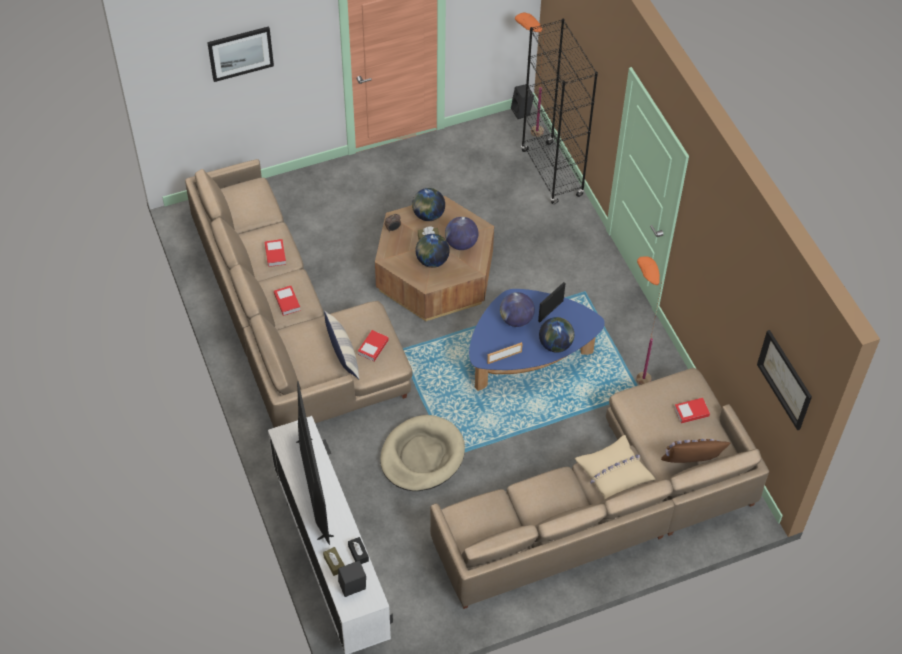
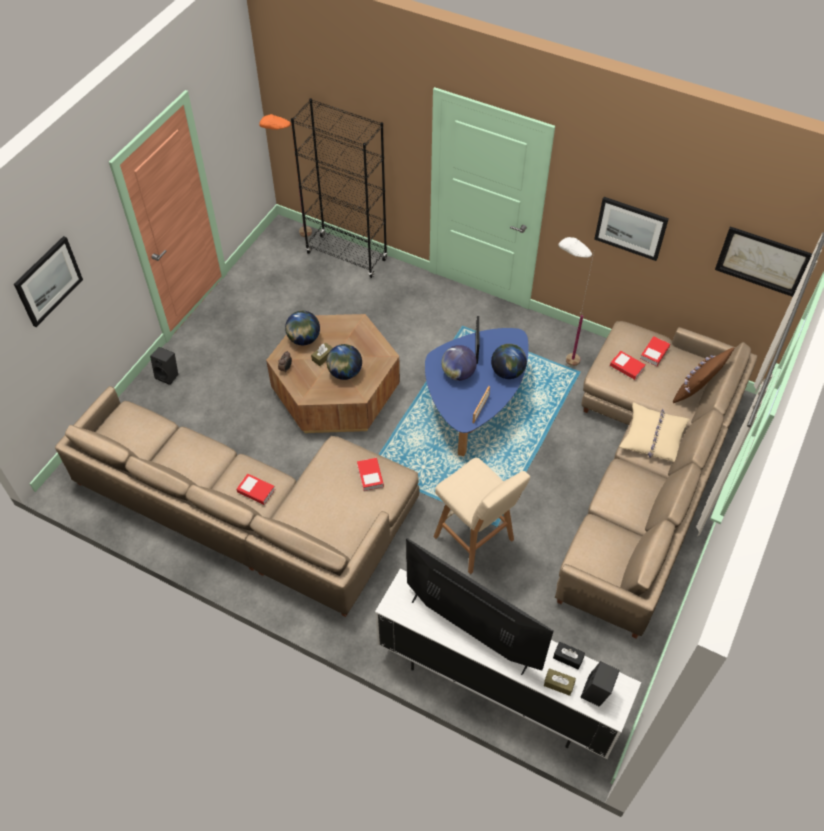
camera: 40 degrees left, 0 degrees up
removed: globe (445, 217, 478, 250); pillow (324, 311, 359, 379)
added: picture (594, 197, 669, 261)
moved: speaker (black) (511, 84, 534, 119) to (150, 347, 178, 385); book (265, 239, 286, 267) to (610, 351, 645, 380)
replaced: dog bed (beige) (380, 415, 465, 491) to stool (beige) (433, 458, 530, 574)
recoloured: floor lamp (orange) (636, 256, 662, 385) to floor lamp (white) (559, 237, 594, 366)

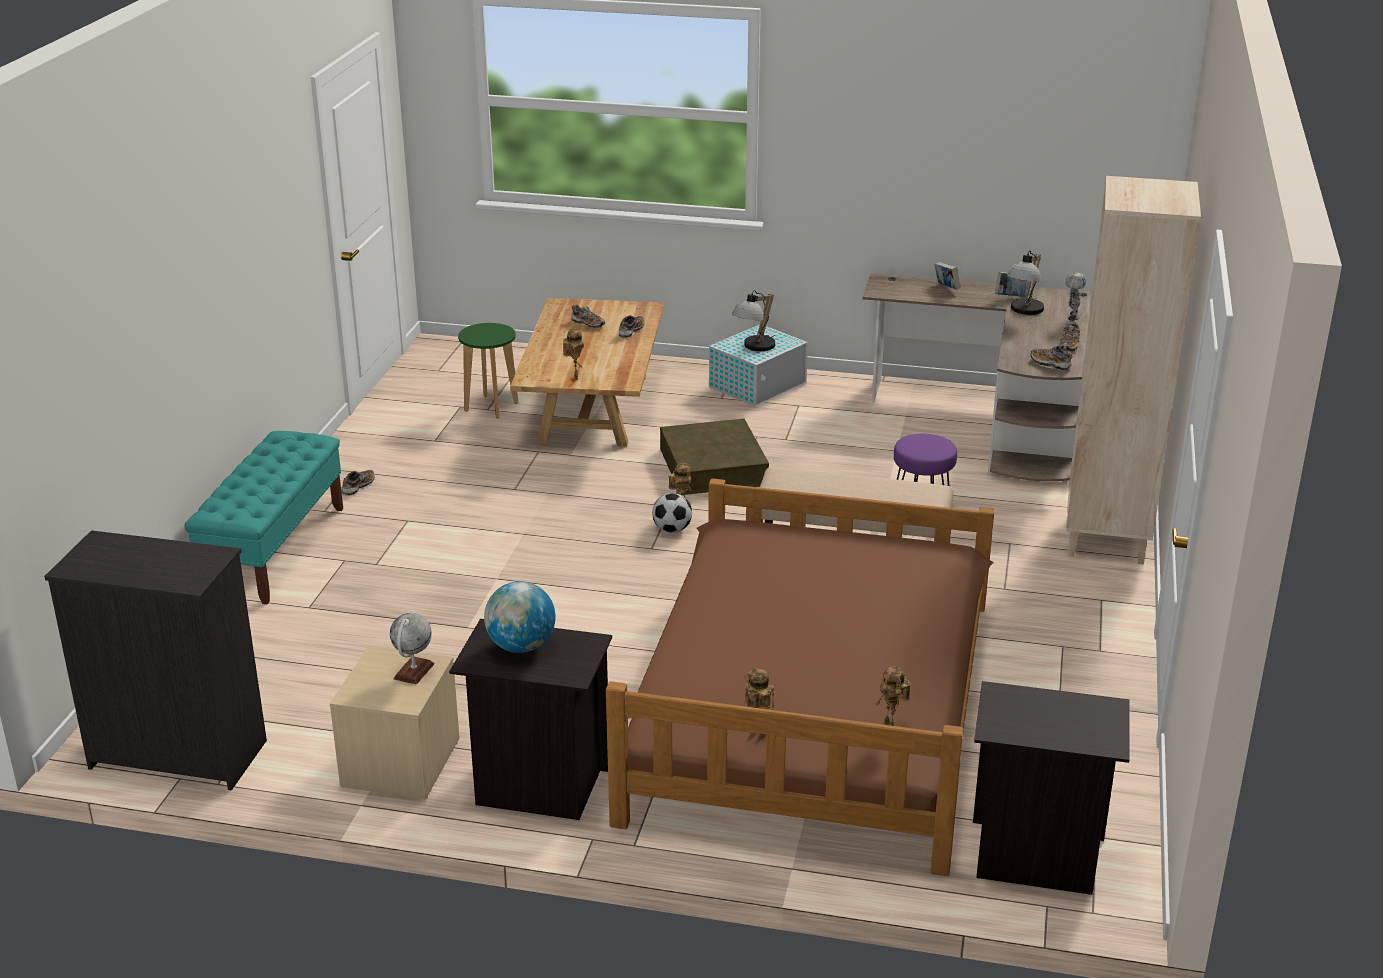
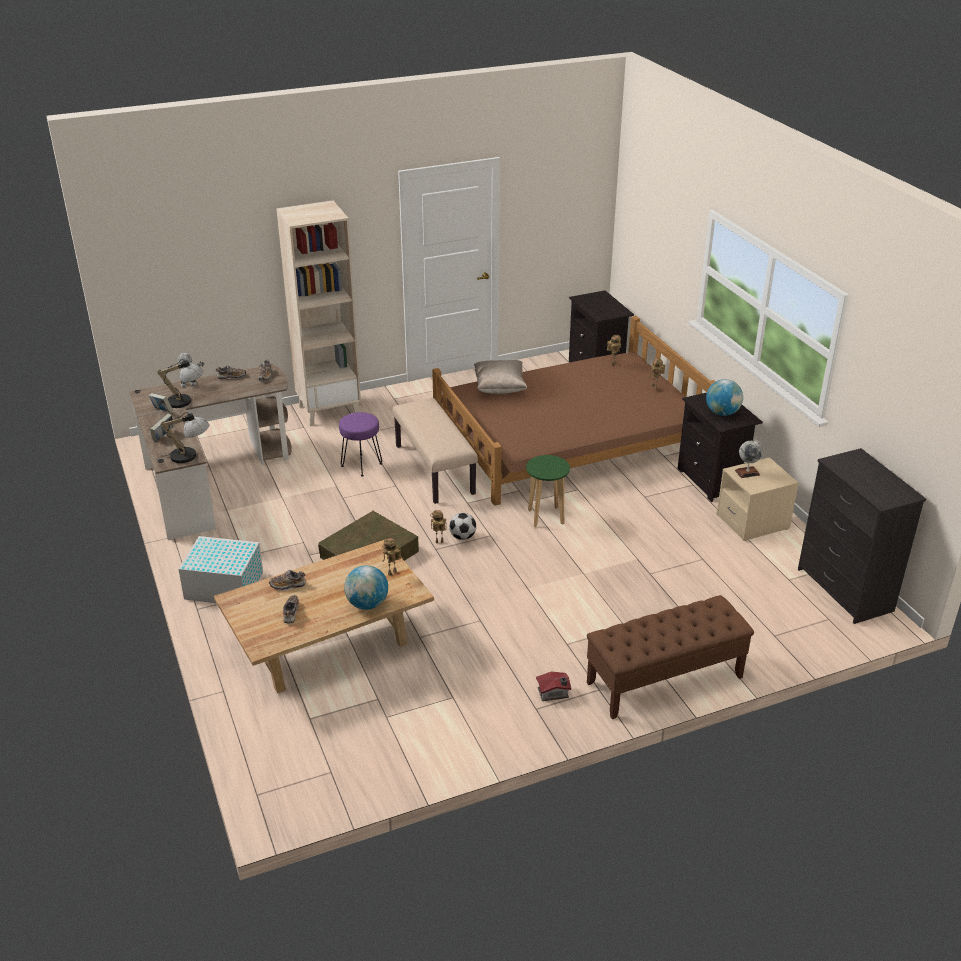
camera: 125 degrees left, 5 degrees up
added: pillow (beige) (474, 360, 527, 394); globe (344, 565, 388, 610)
moved: table lamp (732, 290, 775, 351) to (160, 412, 209, 463); stool (green) (458, 323, 518, 419) to (526, 455, 570, 527)
replaced: shoe (342, 470, 375, 496) to toy house (536, 672, 571, 701)
recoloured: bench (turquoise) (184, 431, 343, 604) to bench (brown) (587, 595, 754, 719)

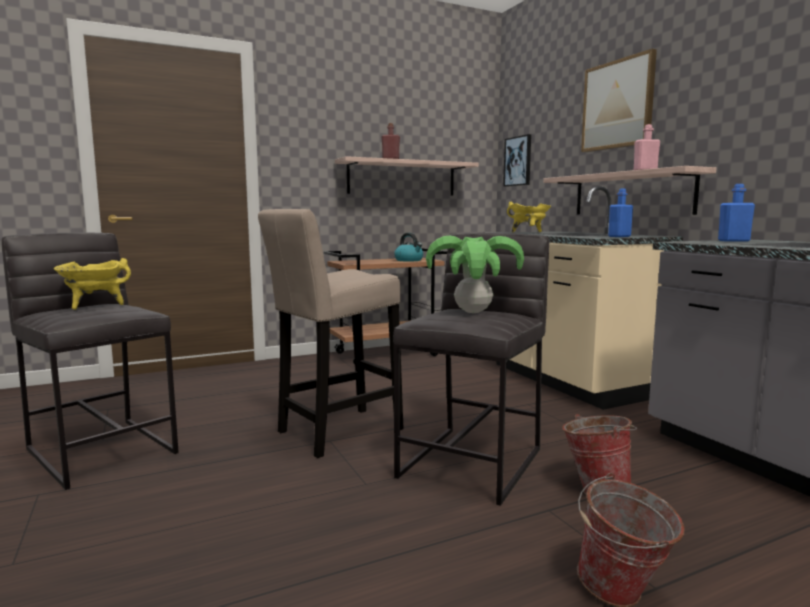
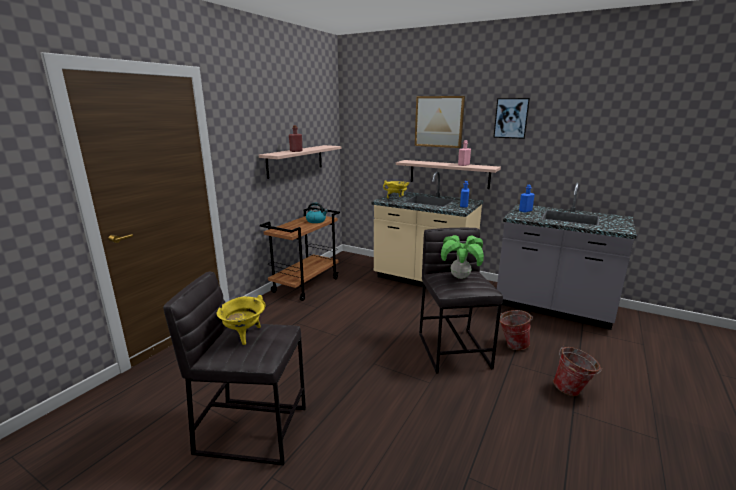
camera: 35 degrees left, 10 degrees up
removed: stool (beige) (258, 209, 404, 458)
moved: picture (503, 134, 531, 187) to (493, 98, 530, 139)

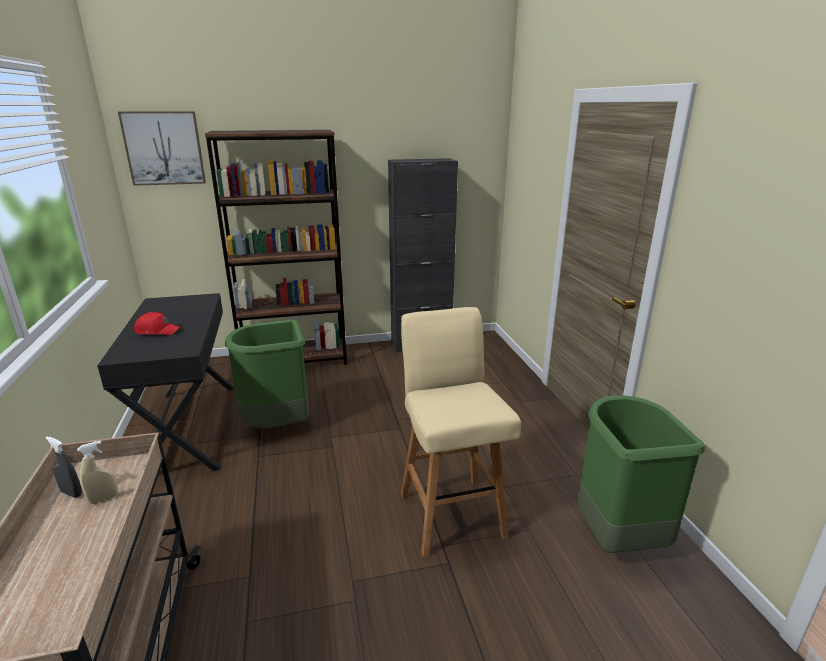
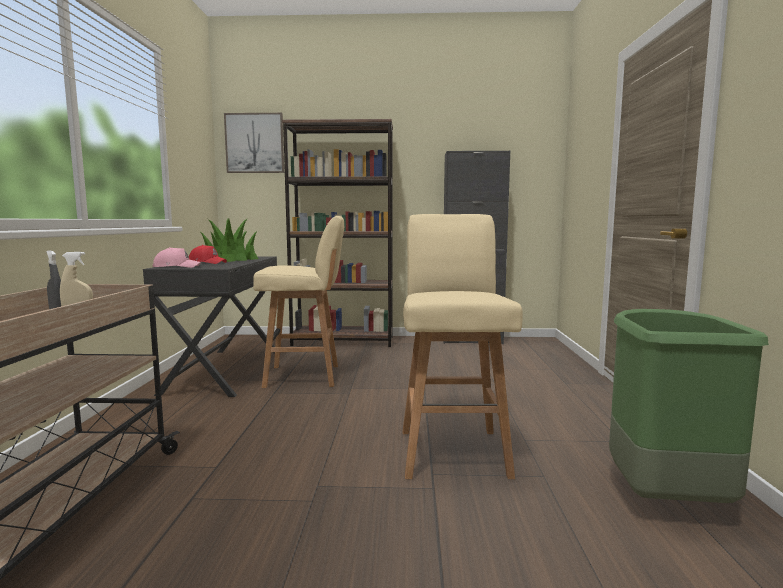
camera: 15 degrees right, 15 degrees down
added: potted plant (200, 219, 259, 262); cap (pink) (152, 247, 201, 268)
replaced: trash can (green) (225, 320, 309, 428) to stool (beige) (253, 216, 344, 388)

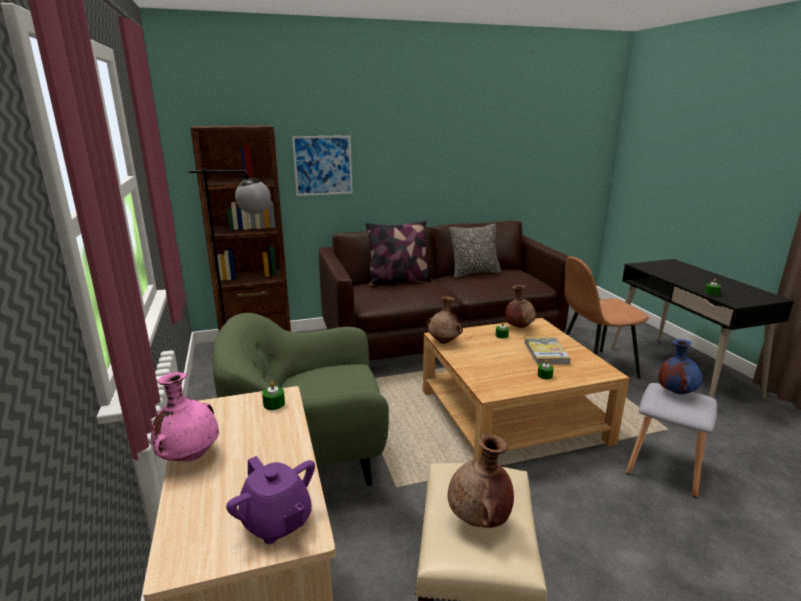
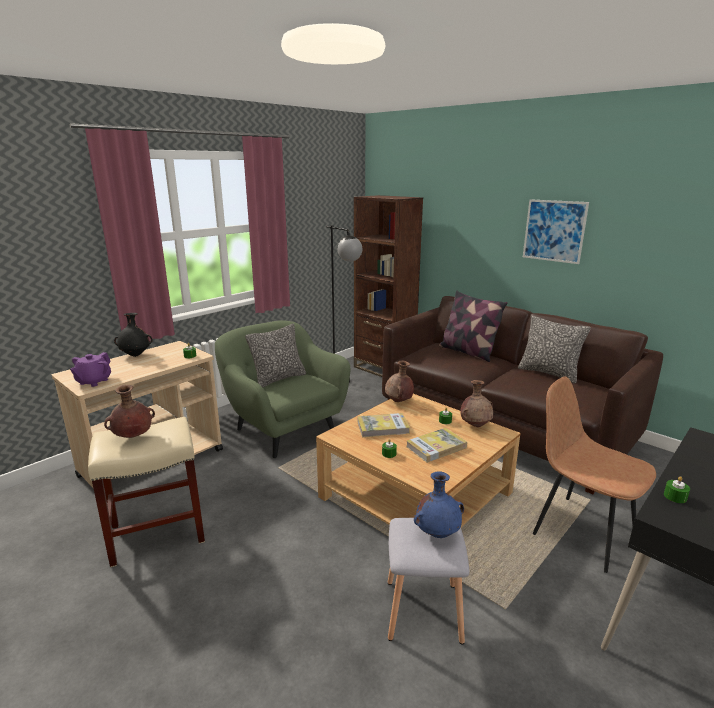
camera: 60 degrees right, 0 degrees up
added: pillow (245, 324, 306, 387); book (357, 413, 410, 437)
moved: picture (292, 135, 352, 196) to (523, 199, 589, 264)
recoloured: vase (pink) (151, 372, 219, 461) to vase (black) (114, 313, 153, 357)

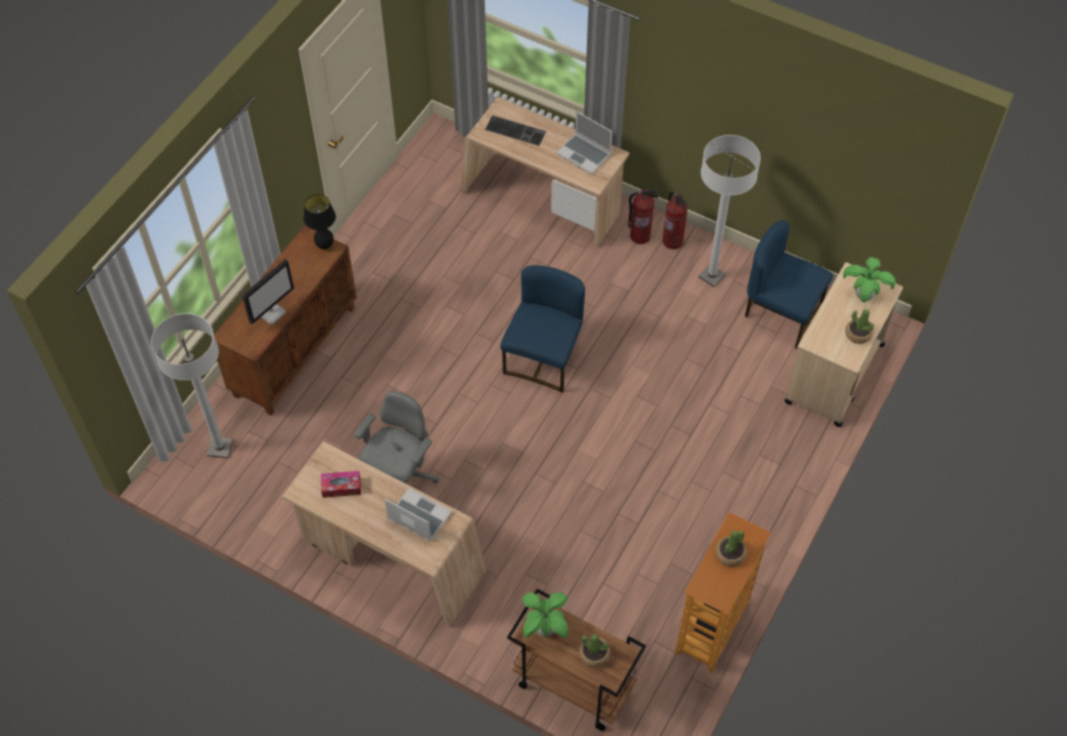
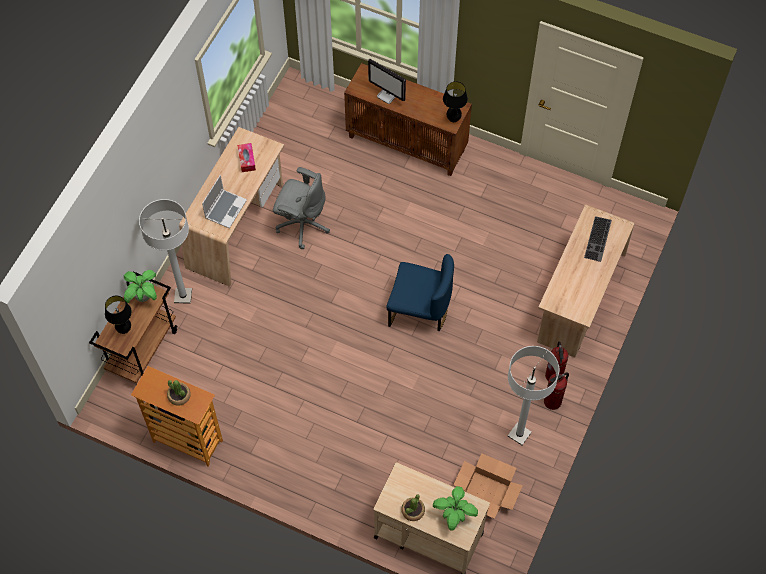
camera: 85 degrees right, 5 degrees up
removed: laptop (556, 111, 612, 174)
moved: floor lamp (white) (151, 313, 233, 458) to (139, 199, 192, 304)
replaced: chair (blue) (745, 220, 833, 349) to cardboard box (454, 453, 523, 519); potted plant (579, 634, 610, 668) to table lamp (black) (105, 296, 132, 334)

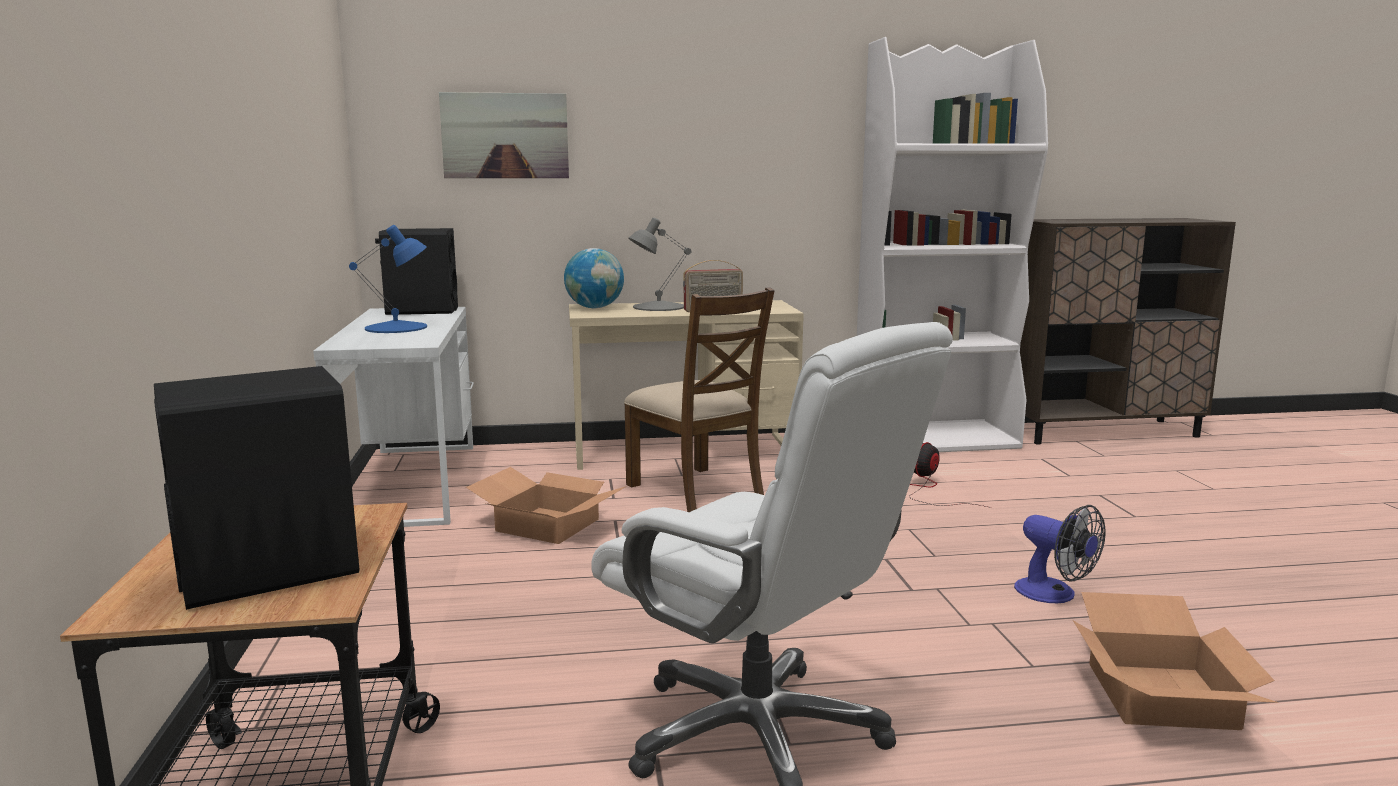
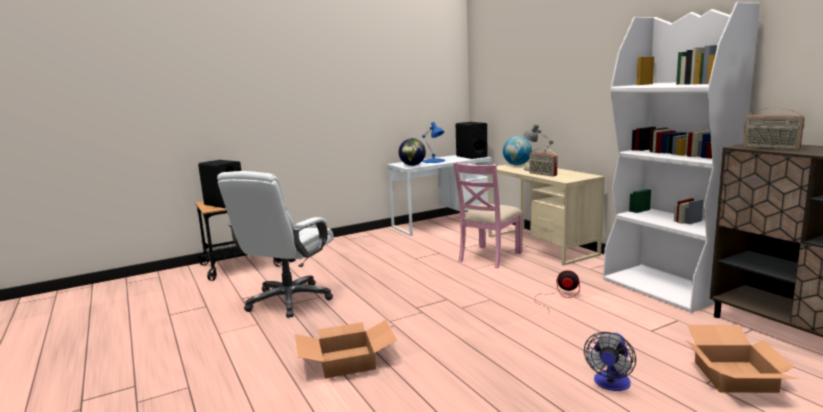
camera: 70 degrees right, 0 degrees up
removed: picture (439, 92, 569, 178)
added: radio (743, 107, 805, 150); globe (399, 138, 426, 166)
moved: cardboard box (466, 467, 627, 544) to (686, 325, 799, 393); fan (1014, 505, 1106, 603) to (584, 332, 636, 391)
recoloured: chair (brown) (624, 287, 775, 512) to chair (pink) (453, 162, 522, 269)

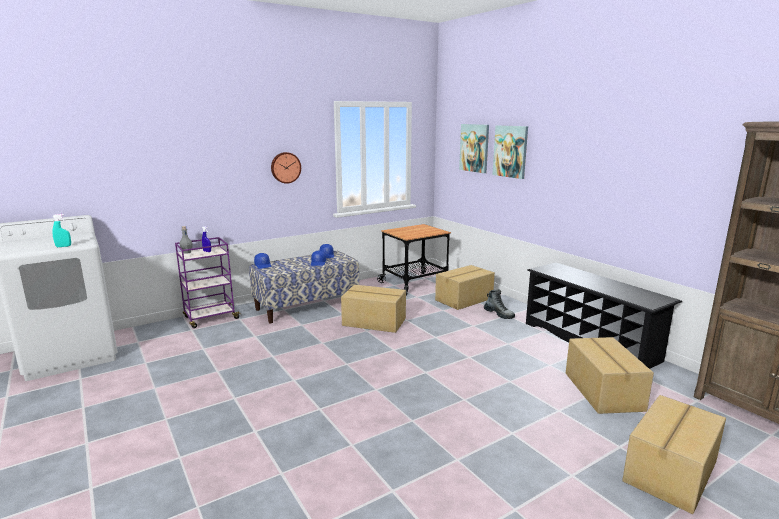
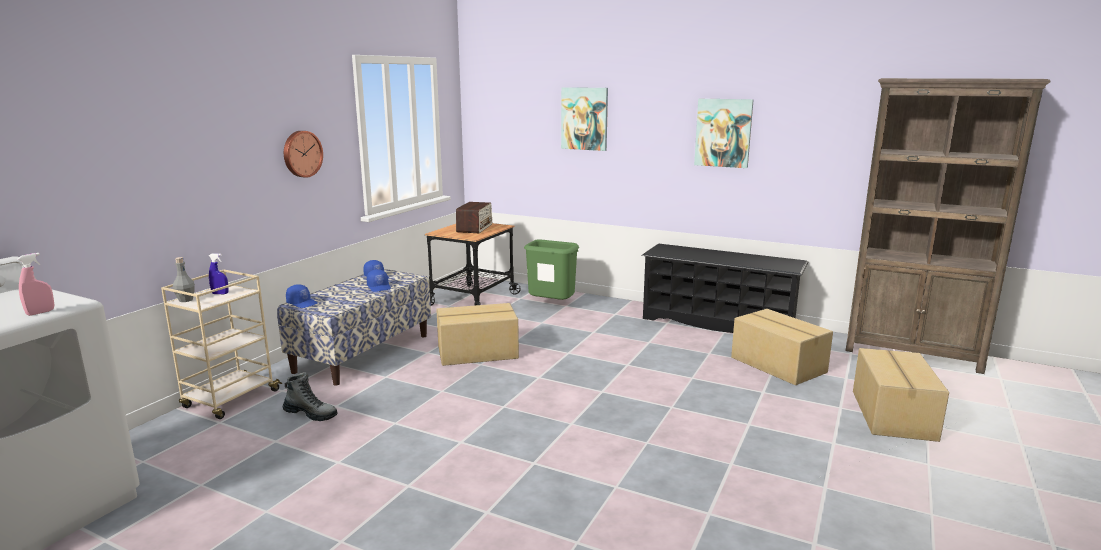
camera: 30 degrees left, 0 degrees up
added: radio (456, 202, 492, 233)
moved: picture (459, 124, 489, 173) to (694, 99, 754, 168); boot (484, 289, 515, 319) to (283, 372, 338, 421)
replaced: cardboard box (435, 265, 495, 310) to trash can (green) (524, 239, 579, 300)
recoloured: spray bottle (turquoise) (52, 214, 71, 247) to spray bottle (pink) (17, 253, 54, 316); cart (purple) (175, 237, 240, 328) to cart (beige) (161, 270, 282, 419)

